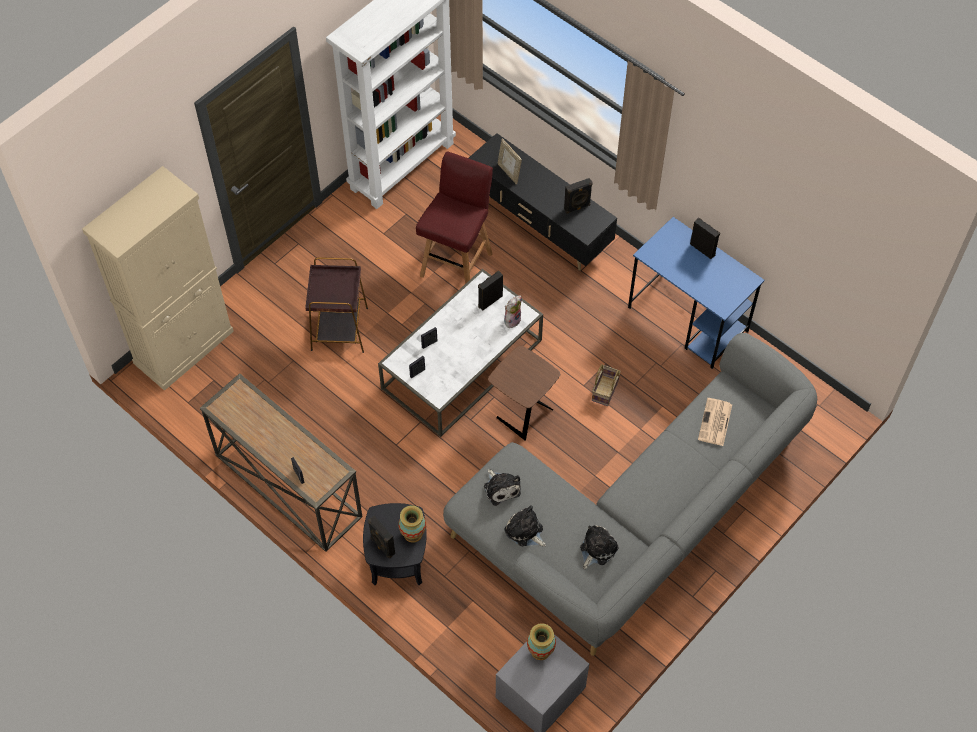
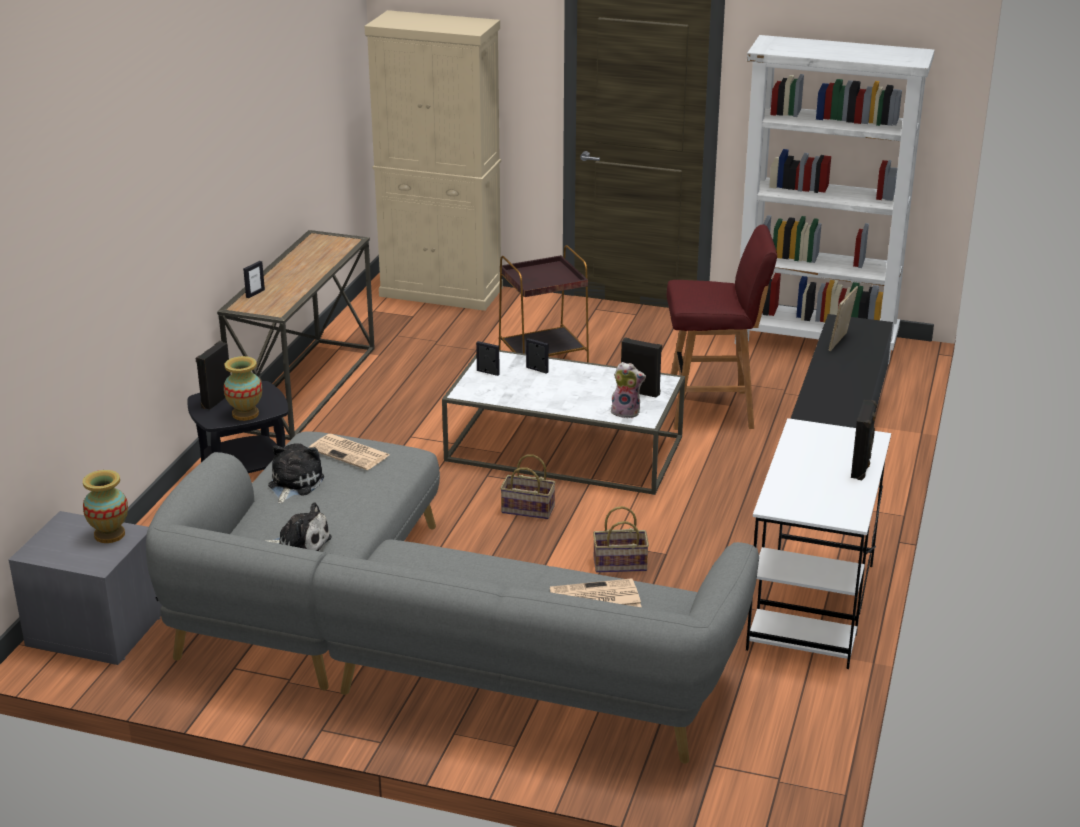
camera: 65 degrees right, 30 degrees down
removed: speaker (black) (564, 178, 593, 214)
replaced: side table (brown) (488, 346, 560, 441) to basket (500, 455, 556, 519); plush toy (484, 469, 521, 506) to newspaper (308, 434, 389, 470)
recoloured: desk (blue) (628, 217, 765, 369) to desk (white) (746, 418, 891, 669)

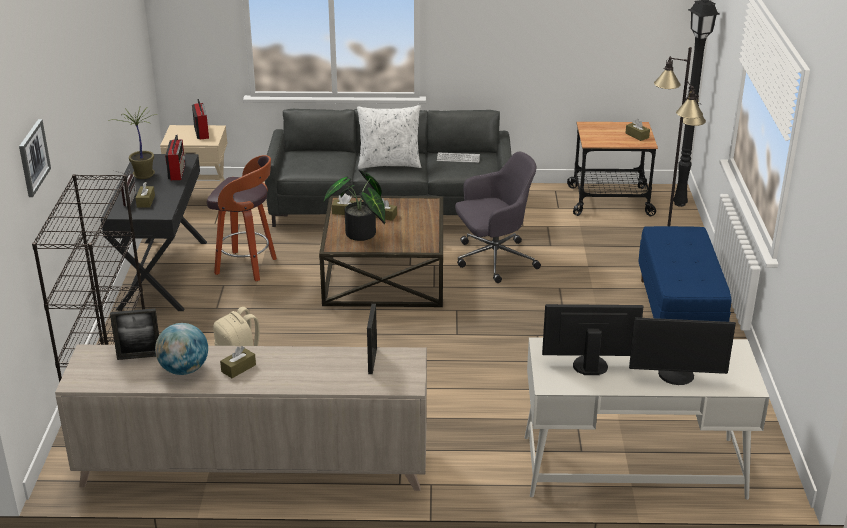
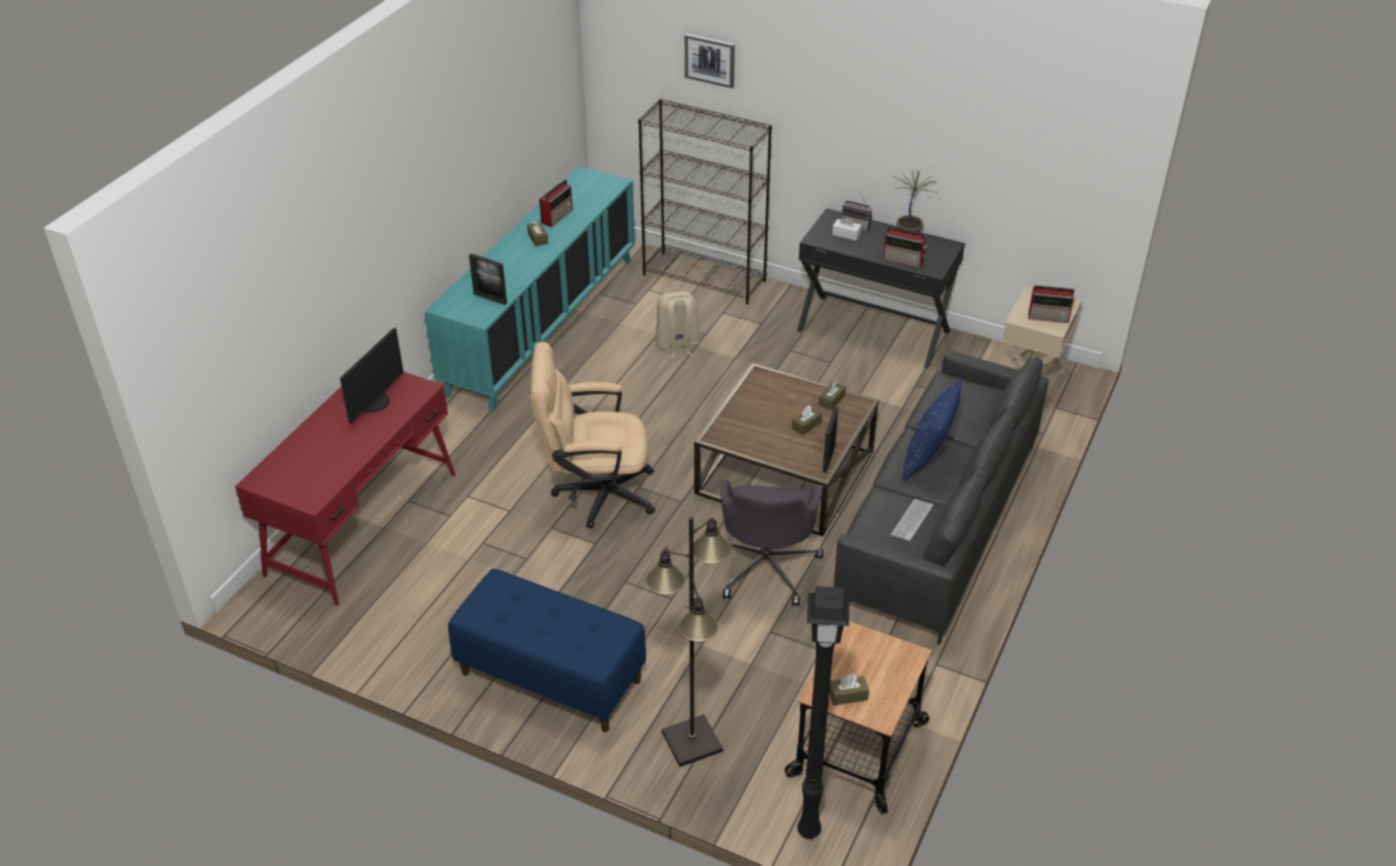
camera: 115 degrees right, 10 degrees up
removed: stool (207, 155, 277, 281); potted plant (323, 170, 385, 241); monitor (629, 317, 736, 385)
added: office chair (beige) (531, 342, 655, 528)
moved: picture frame (110, 308, 159, 360) to (823, 407, 838, 473)
replaced: globe (155, 323, 208, 375) to radio (539, 179, 573, 227)
recoloured: pillow (white) (357, 105, 422, 169) to pillow (blue) (902, 379, 962, 482); tissue box (brown) (135, 182, 155, 208) to tissue box (white) (832, 216, 862, 241); desk (white) (524, 337, 769, 500) to desk (red) (235, 372, 455, 606); cabinet (beige) (55, 345, 427, 491) to cabinet (turquoise) (424, 166, 635, 412)

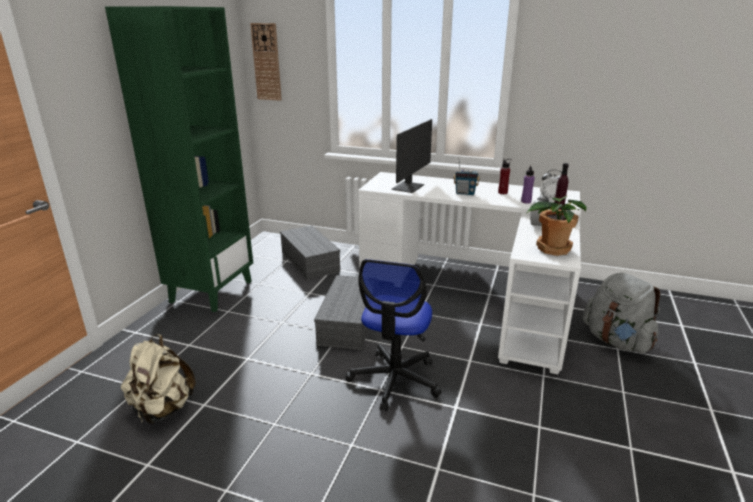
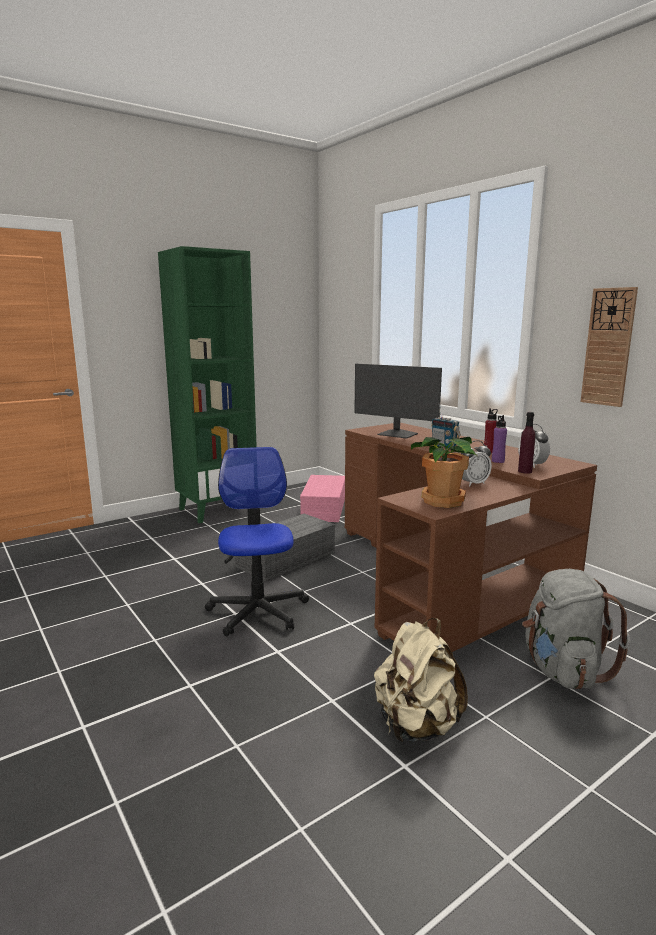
camera: 35 degrees right, 10 degrees down
moved: wall clock (250, 23, 282, 101) to (580, 287, 638, 407); backpack (beige) (121, 334, 195, 424) to (374, 618, 468, 742)
recoloured: desk (white) (358, 172, 581, 374) to desk (brown) (345, 423, 597, 652); storage box (grey) (280, 225, 340, 280) to storage box (pink) (300, 475, 345, 522)
turned: monitor (391, 119, 432, 193) = (354, 364, 442, 439) 60 degrees clockwise; office chair (346, 259, 441, 411) = (205, 447, 309, 637) 120 degrees clockwise

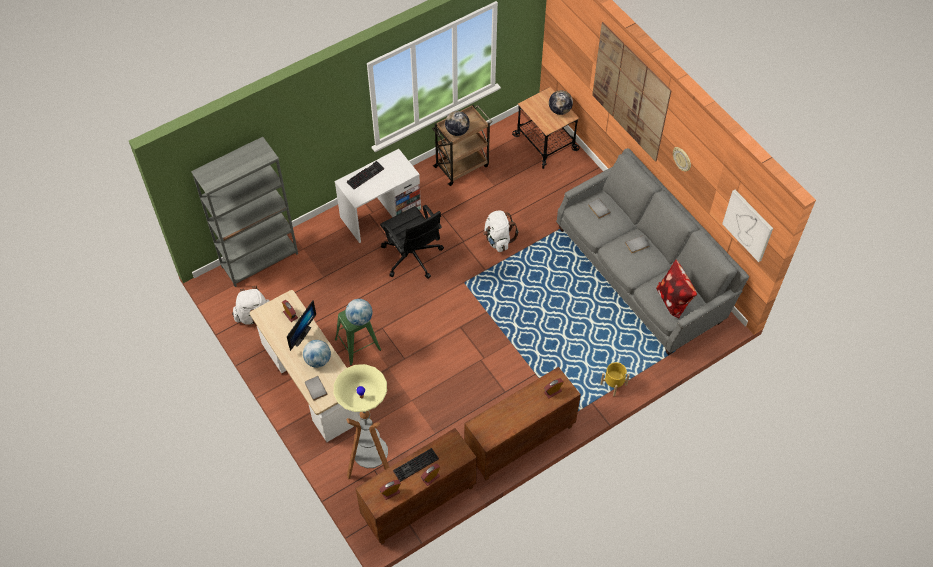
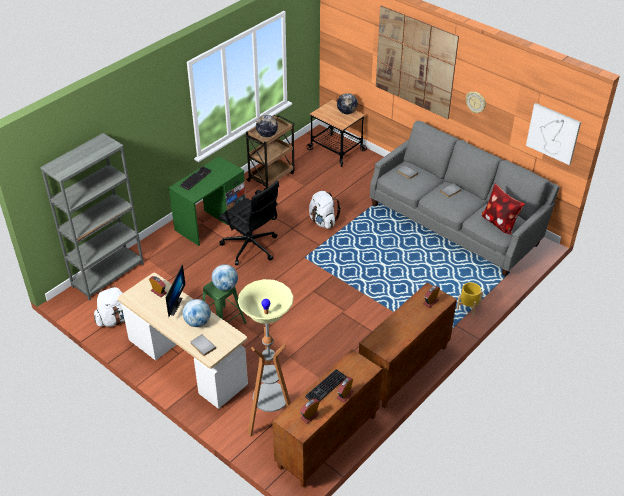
camera: 15 degrees left, 15 degrees down
recoloured: desk (white) (335, 149, 421, 243) to desk (green) (169, 156, 246, 246)

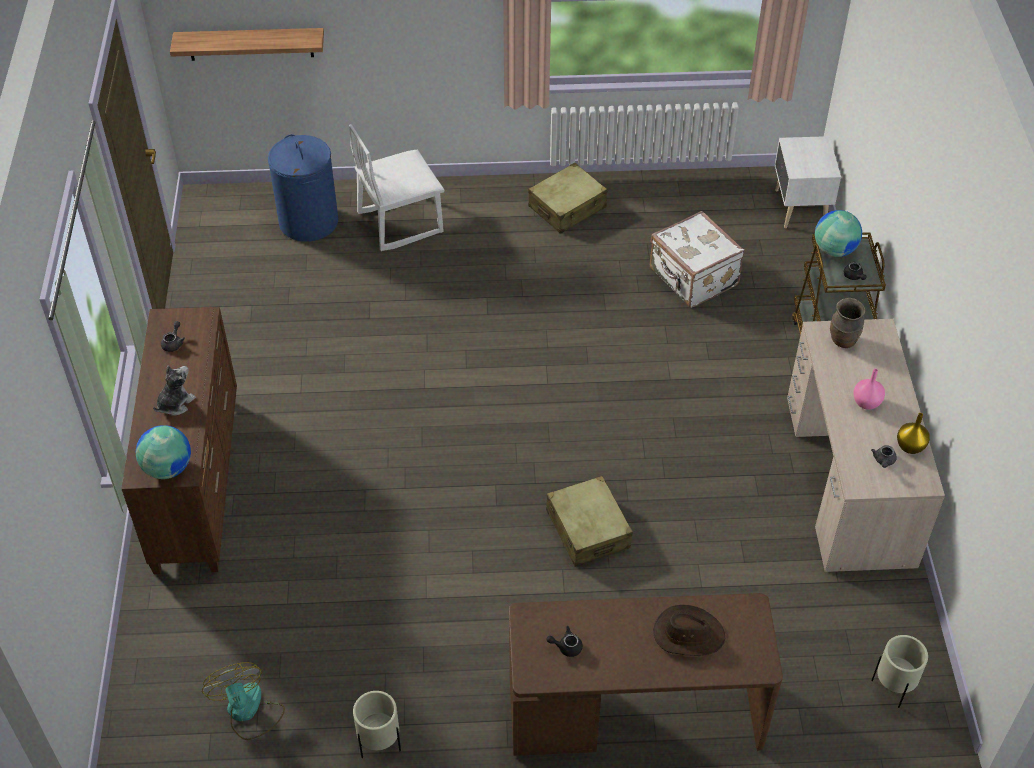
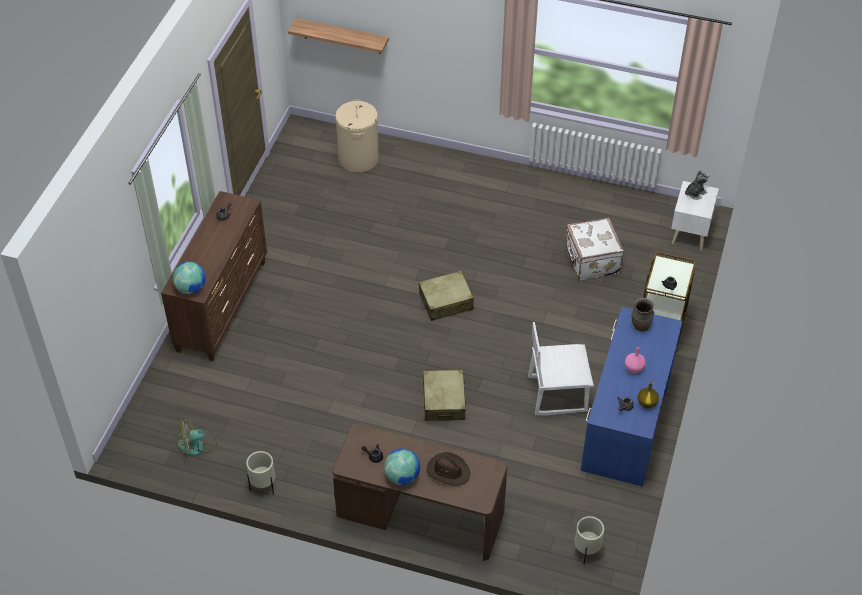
camera: 20 degrees right, 0 degrees up
moved: chair (white) (349, 124, 445, 251) to (528, 322, 594, 416); suitcase (beige) (528, 163, 607, 234) to (419, 271, 474, 321); globe (815, 210, 862, 257) to (384, 448, 420, 485); plush toy (153, 366, 196, 416) to (685, 170, 709, 200)
recoloured: laundry basket (blue) (268, 134, 338, 242) to laundry basket (beige) (335, 99, 379, 172); desk (beige) (787, 319, 945, 572) to desk (blue) (581, 307, 683, 487)
turned: fan (202, 662, 285, 740) = (178, 417, 217, 456) 105 degrees counterclockwise

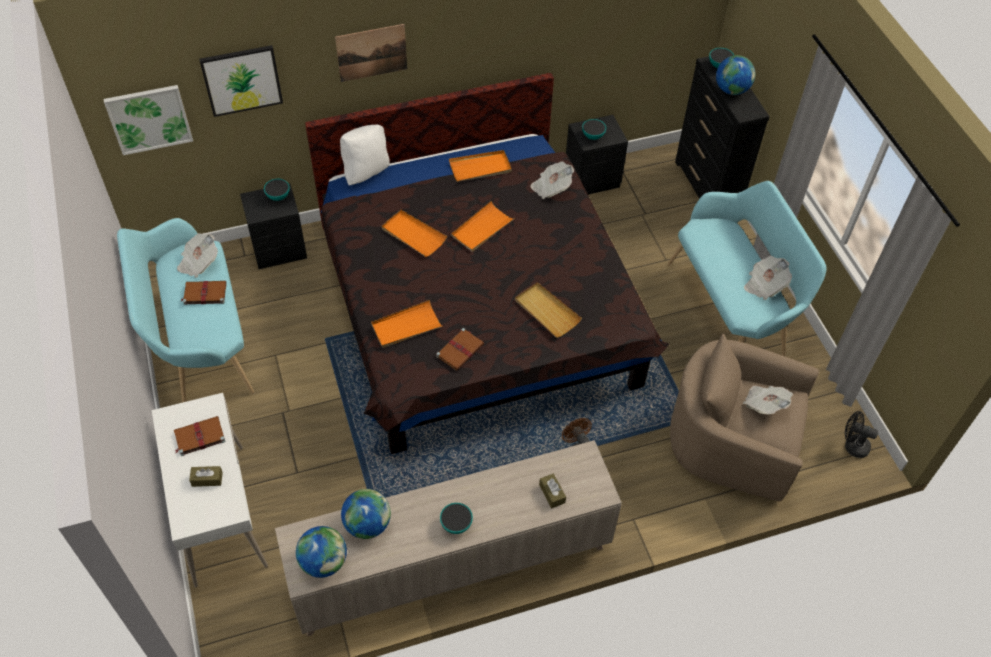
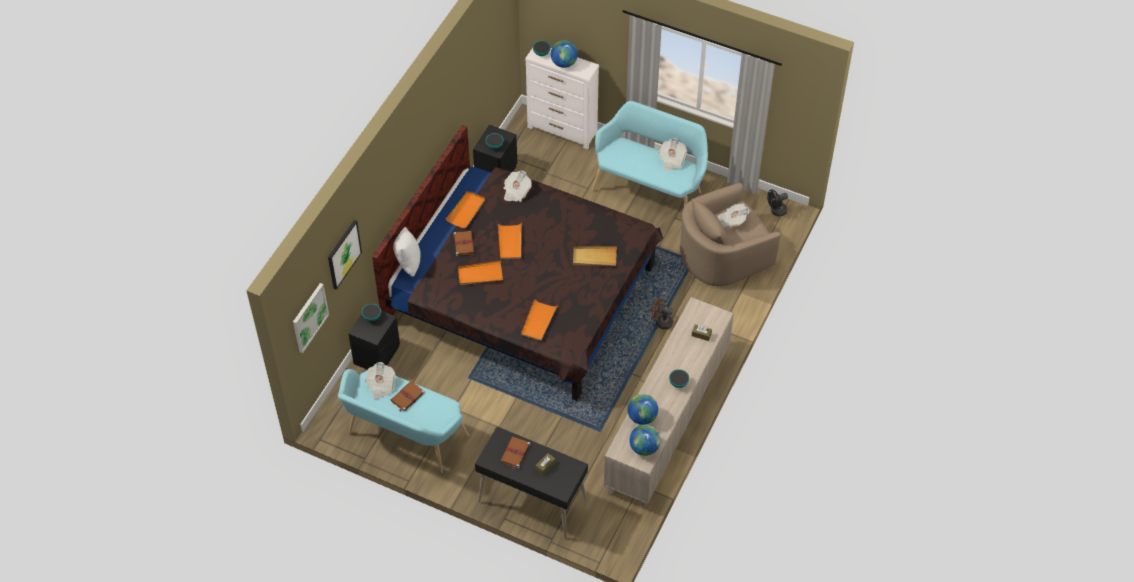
camera: 45 degrees left, 0 degrees up
removed: picture (335, 24, 407, 82)
moved: book (brown) (436, 328, 484, 371) to (454, 231, 475, 256)
recoloured: dresser (black) (675, 56, 770, 199) to dresser (white) (525, 48, 599, 149); desk (white) (152, 393, 268, 587) to desk (black) (475, 426, 588, 539)

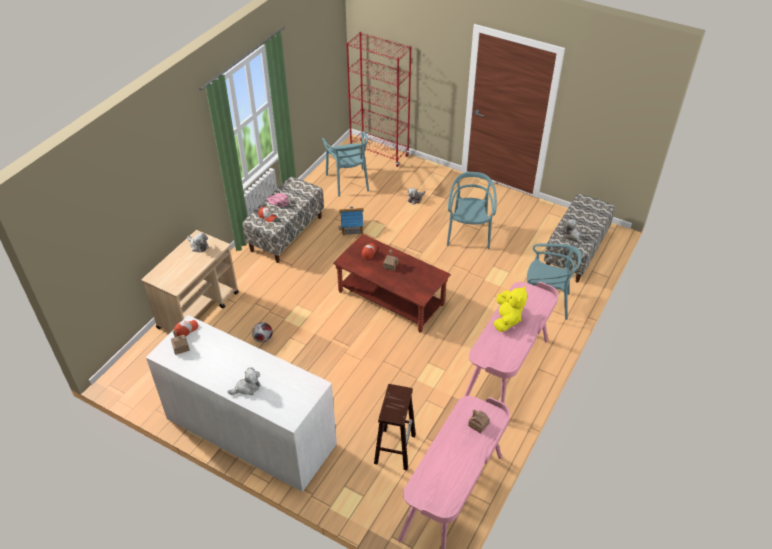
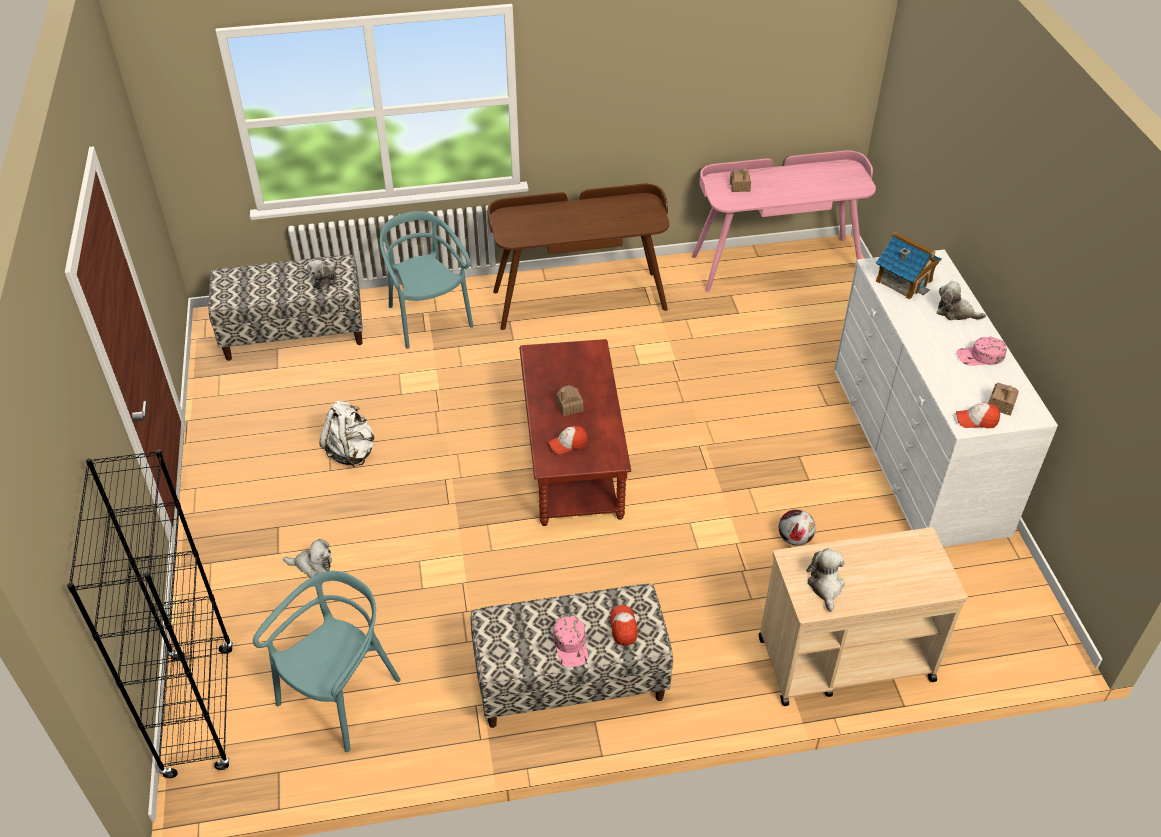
camera: 130 degrees left, 0 degrees up
removed: plush toy (yellow) (494, 286, 527, 332); stool (brown) (374, 384, 416, 470)
added: cap (pink) (957, 337, 1007, 366)
moved: toy house (339, 206, 364, 235) to (876, 231, 941, 300)
replaced: chair (turquoise) (447, 172, 497, 249) to backpack (white) (319, 401, 375, 467)
recoloured: bookcase (red) (346, 32, 412, 167) to bookcase (black) (67, 449, 233, 779); desk (pink) (464, 282, 559, 403) to desk (brown) (487, 184, 669, 330)

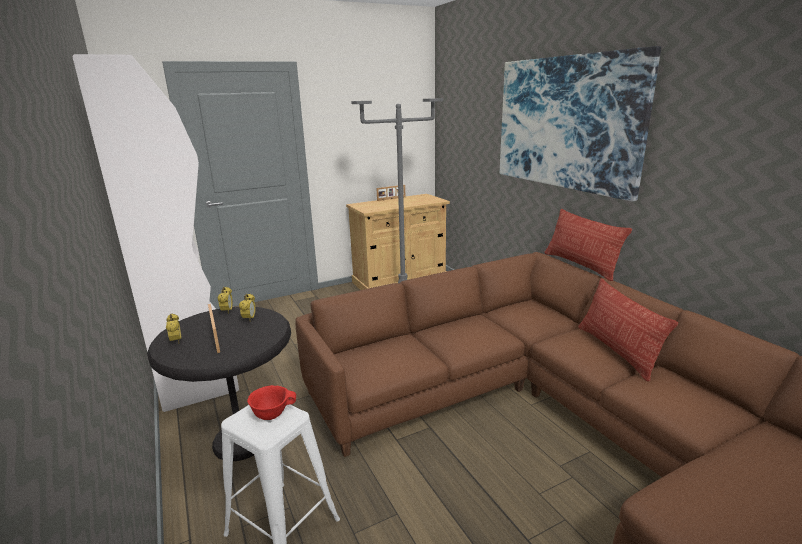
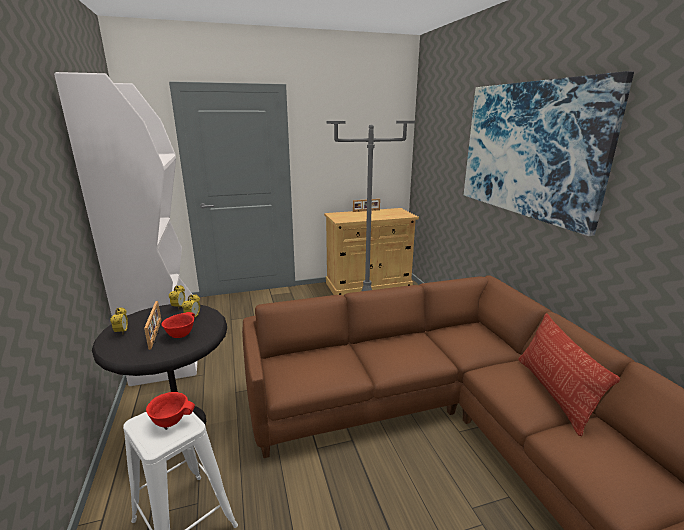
camera: 10 degrees right, 0 degrees up
removed: pillow (544, 209, 632, 281)
added: bowl (red) (161, 312, 195, 338)

